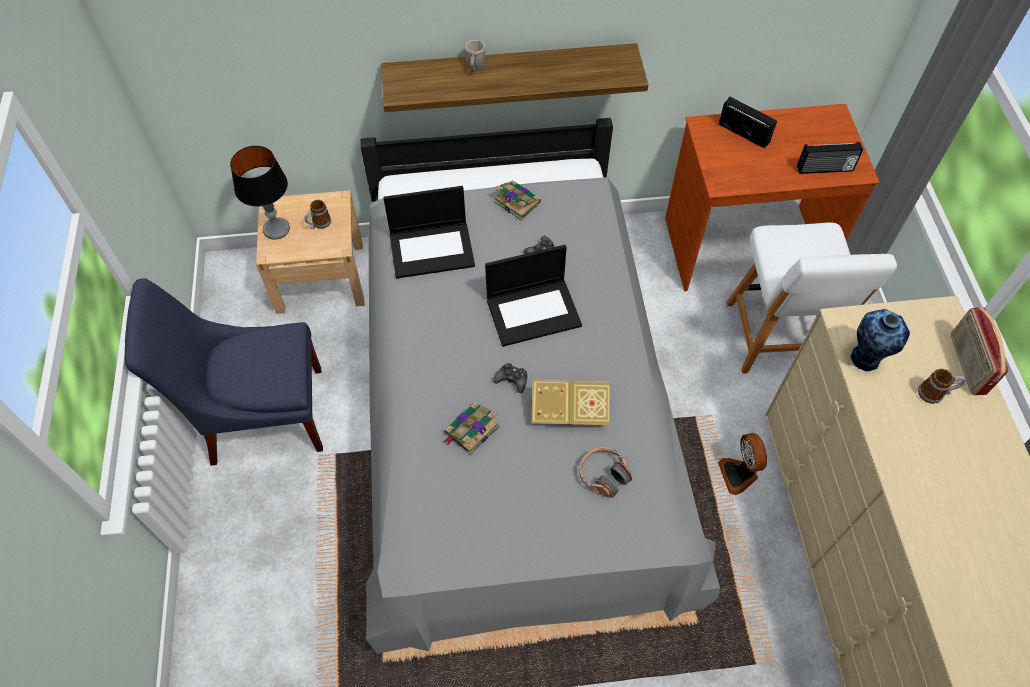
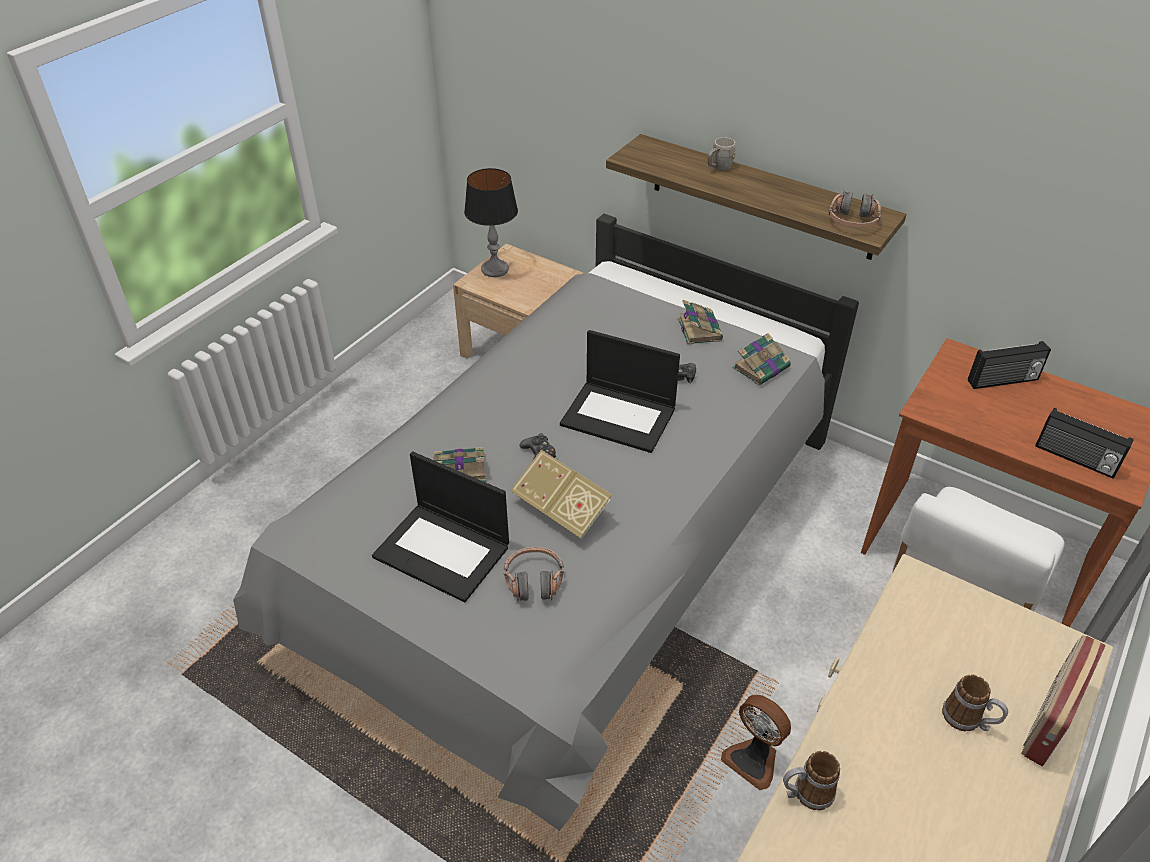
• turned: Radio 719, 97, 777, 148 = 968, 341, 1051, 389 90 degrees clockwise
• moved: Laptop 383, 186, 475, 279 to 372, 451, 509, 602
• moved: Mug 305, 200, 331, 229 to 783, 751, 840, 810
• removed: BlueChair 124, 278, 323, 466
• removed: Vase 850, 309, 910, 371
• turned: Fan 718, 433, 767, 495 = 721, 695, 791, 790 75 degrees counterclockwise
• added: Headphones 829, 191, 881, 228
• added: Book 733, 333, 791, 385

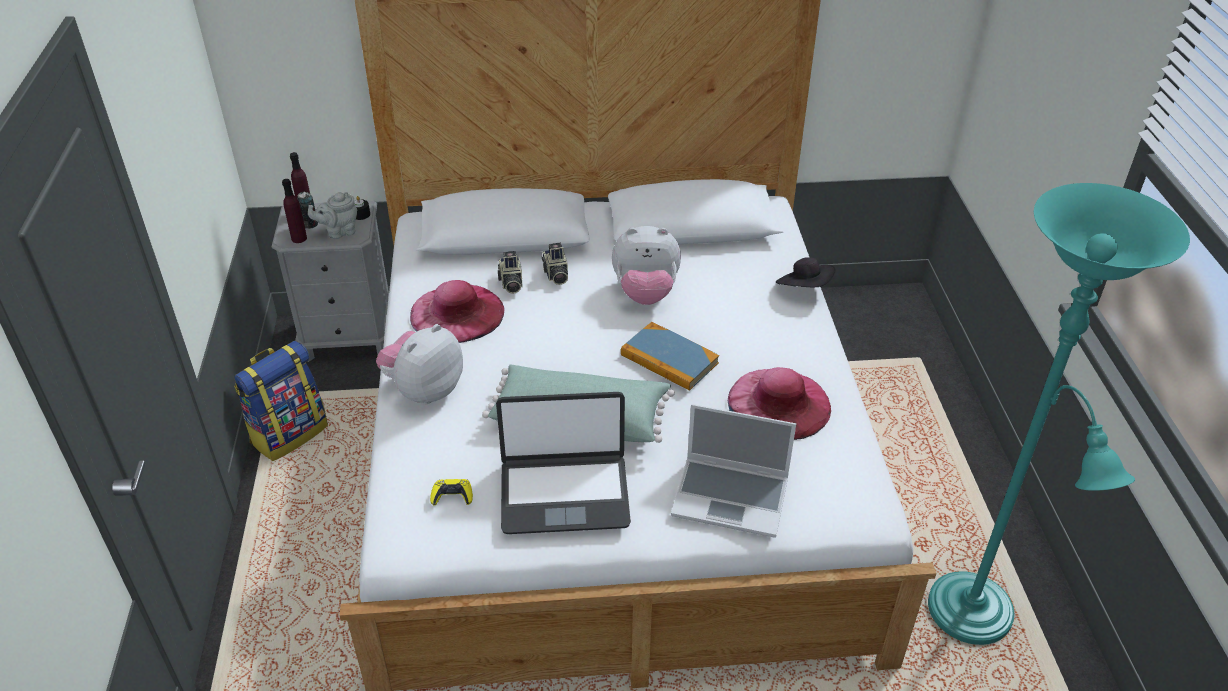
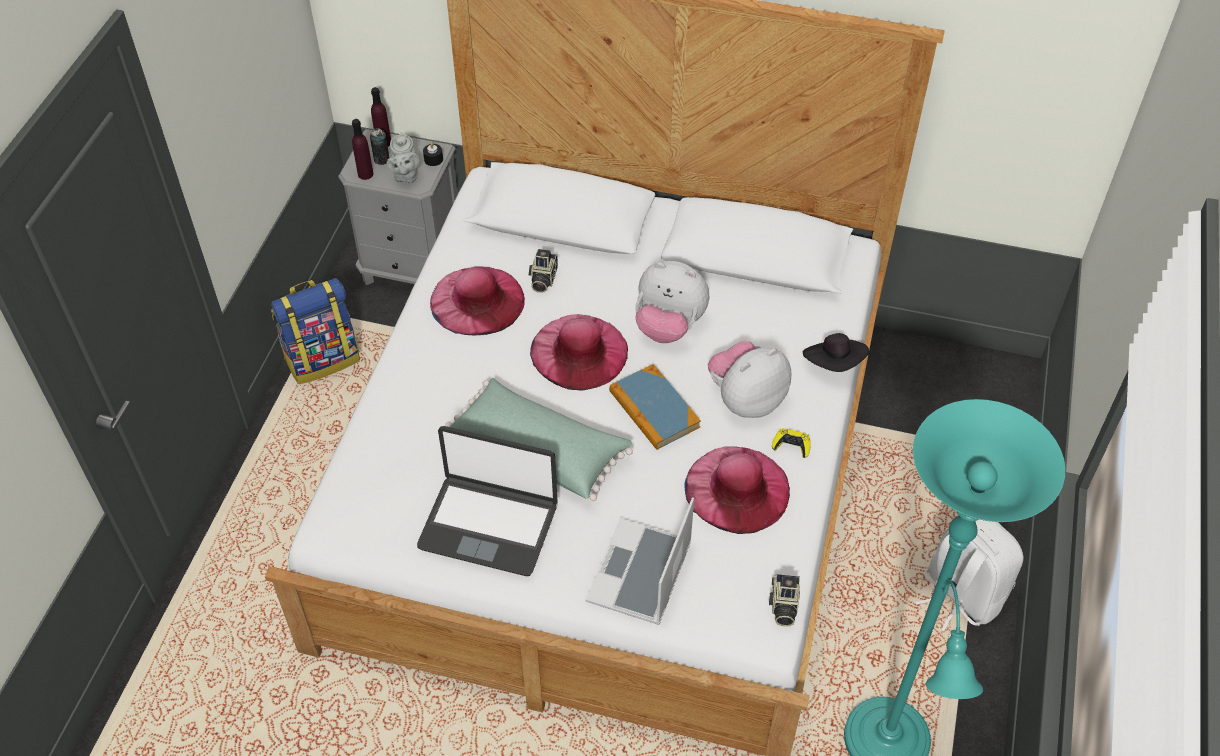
• turned: GreyTeapot 308, 192, 357, 239 = 387, 132, 419, 184 90 degrees counterclockwise
• moved: PhotoCamera 542, 243, 568, 285 to 769, 574, 800, 627
• moved: PlushToy 376, 324, 463, 404 to 708, 341, 791, 418
• turned: Laptop 671, 404, 796, 538 = 586, 497, 694, 625 75 degrees clockwise
• moved: YellowGameController 430, 479, 473, 506 to 772, 428, 811, 458
• added: PinkHat 530, 314, 628, 390
• added: WhiteBackpack 915, 520, 1023, 631

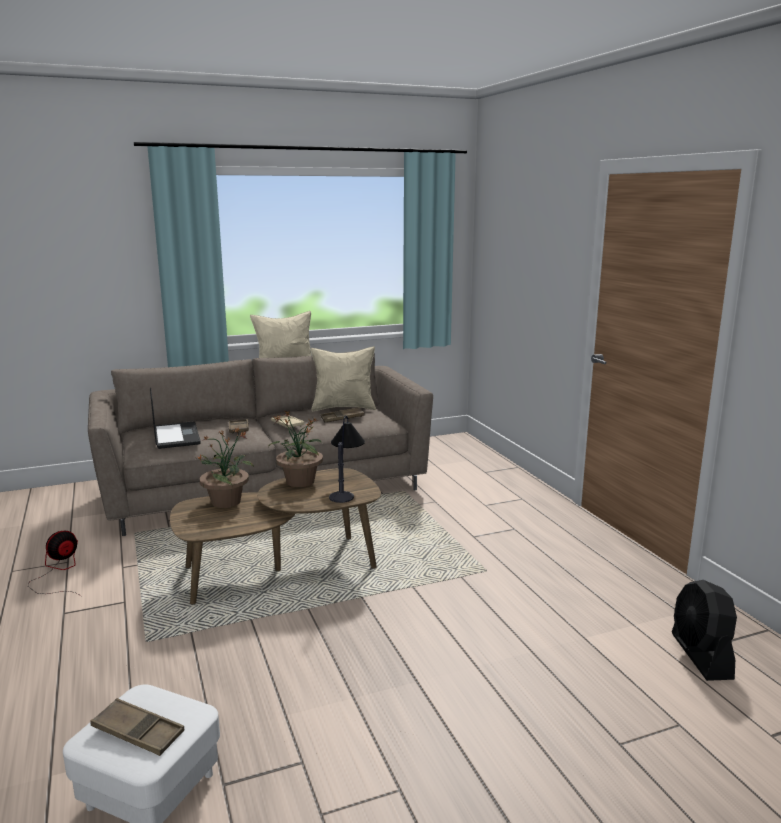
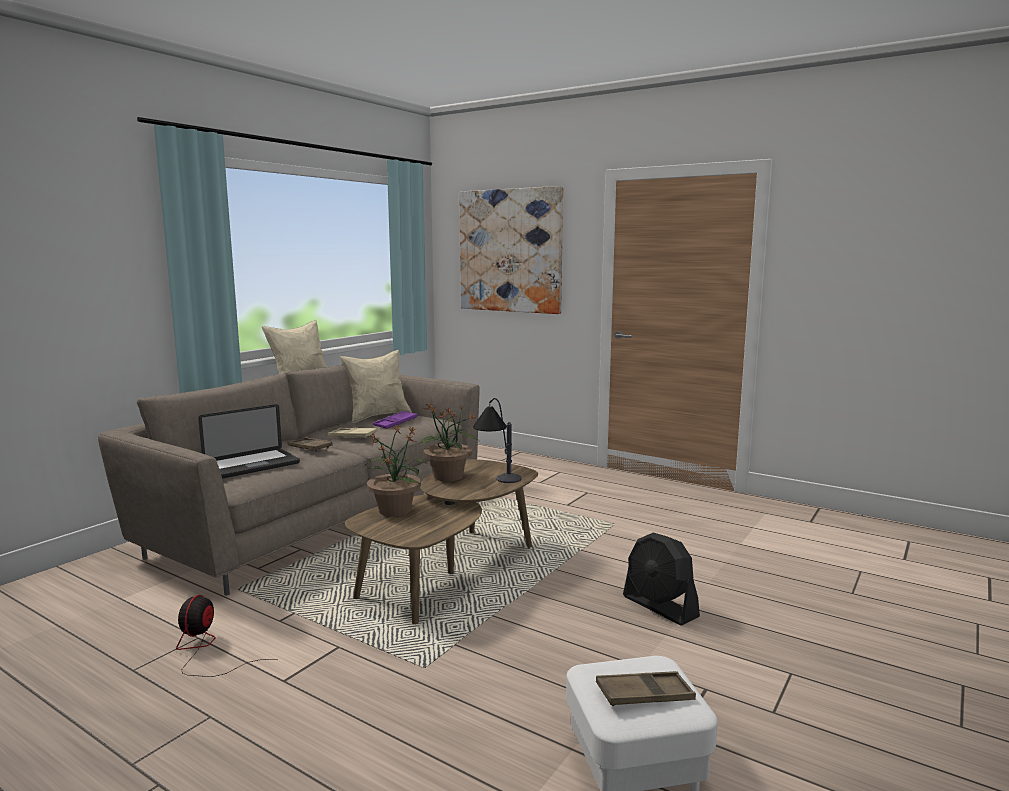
• turned: Laptop 150, 388, 201, 449 = 198, 404, 300, 479 105 degrees clockwise
• recoloured: BrownTray 321, 407, 364, 422 to PurpleTray 373, 411, 418, 429
• moved: BlackFan 672, 580, 737, 681 to 623, 532, 700, 626
• added: Picture 459, 186, 563, 314

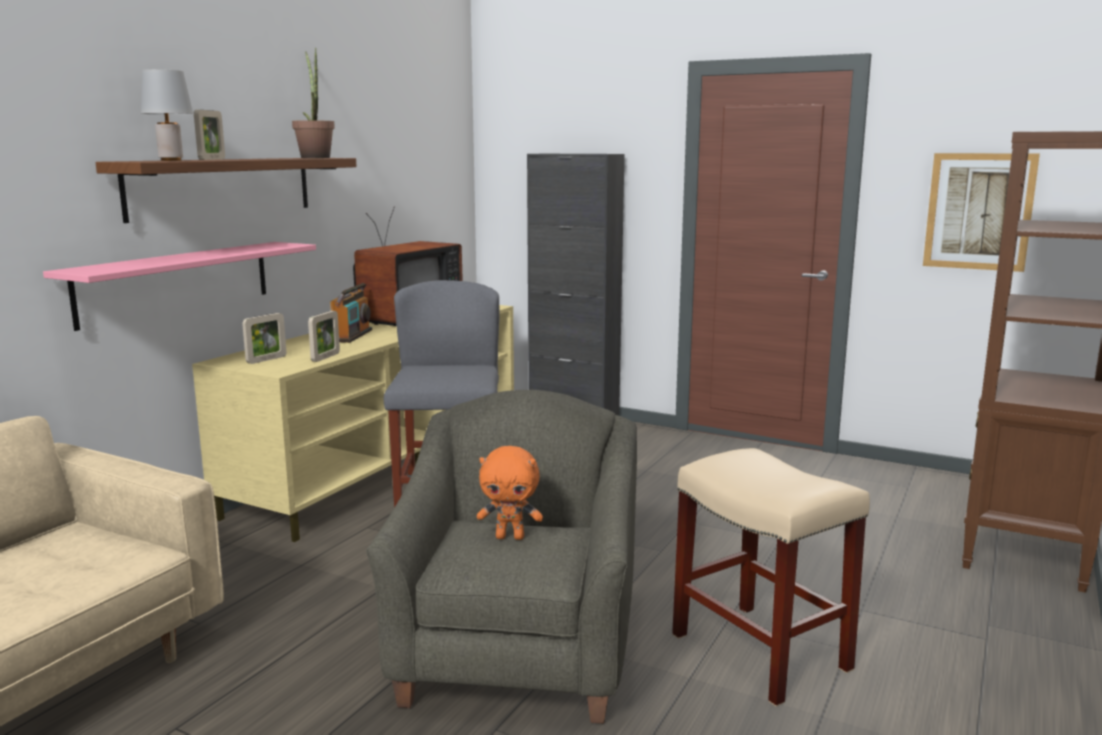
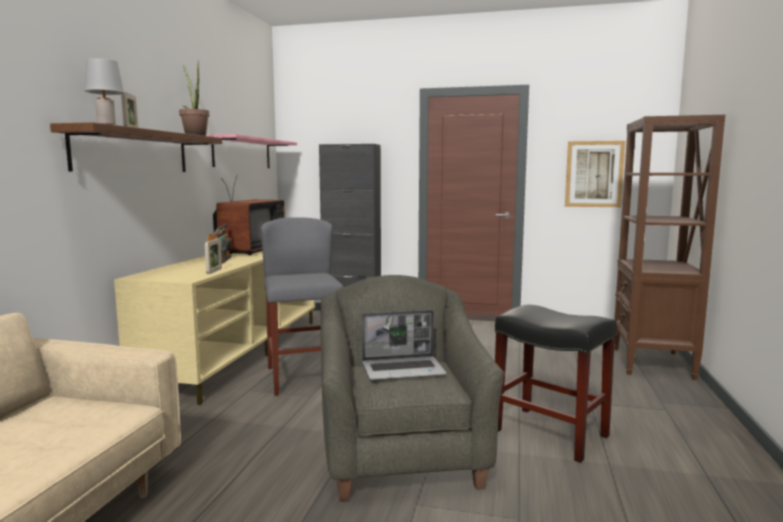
• moved: PinkShelf 43, 242, 316, 331 to 206, 134, 297, 168
• removed: PictureFrame 242, 313, 286, 364
• replaced: OrangePlushToy 477, 446, 543, 540 to Laptop 362, 310, 447, 380
• recoloured: BeigeStool 672, 448, 870, 707 to BlackStool 495, 305, 617, 463

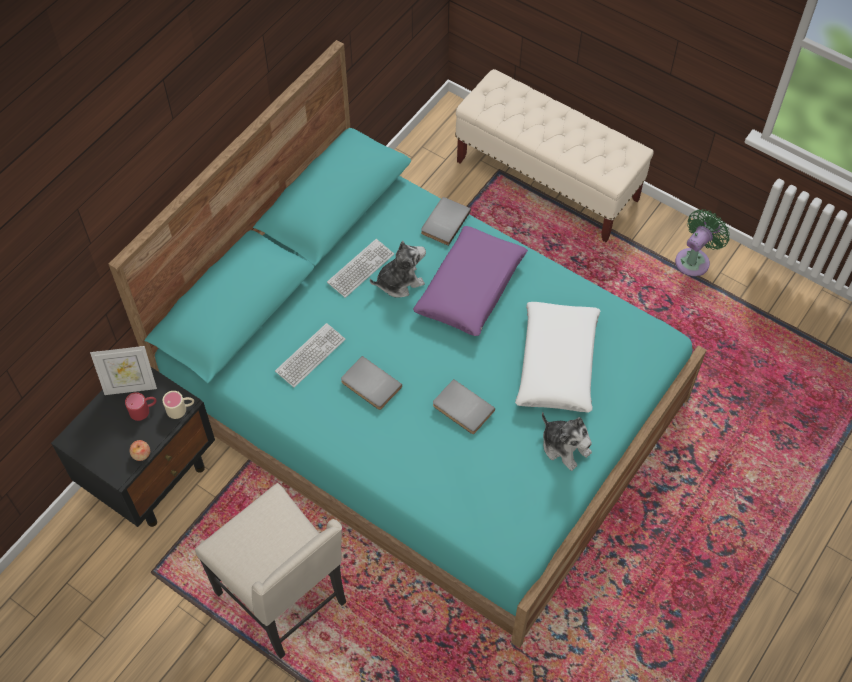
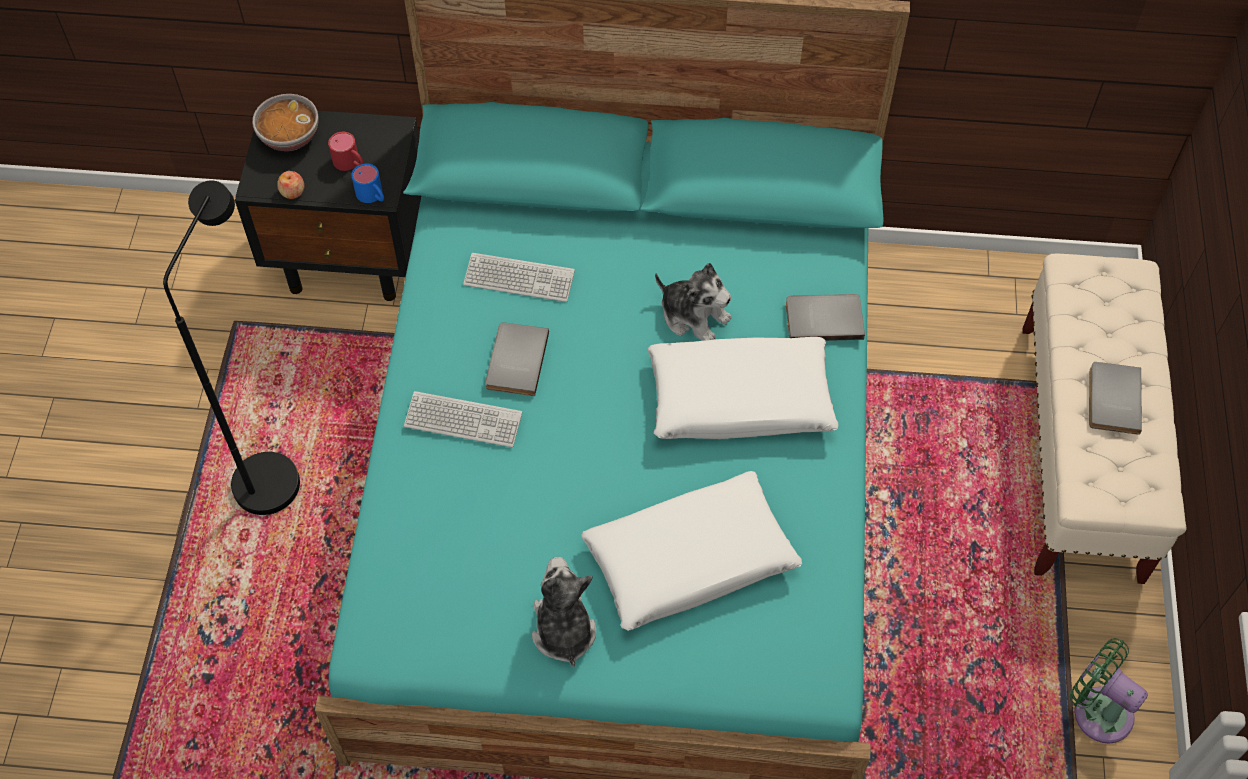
• turned: GreenFan 675, 209, 730, 276 = 1070, 638, 1148, 744 150 degrees counterclockwise
• recoloured: PurplePillow 413, 226, 528, 336 to WhitePillow 648, 337, 839, 439
• moved: Keyboard 327, 239, 394, 298 to 404, 391, 522, 447
• removed: PictureFrame 90, 346, 157, 395
• moved: GreyBook 433, 379, 495, 434 to 1089, 362, 1142, 435
• recoloured: BeigeMug 162, 391, 194, 419 to BlueMug 351, 164, 384, 203
• turned: PlushToy 542, 412, 592, 471 = 532, 557, 596, 667 150 degrees clockwise
• replaced: BeigeChair 195, 483, 346, 659 to BlackFloorLamp 163, 180, 300, 515
• added: Bowl 252, 94, 319, 151

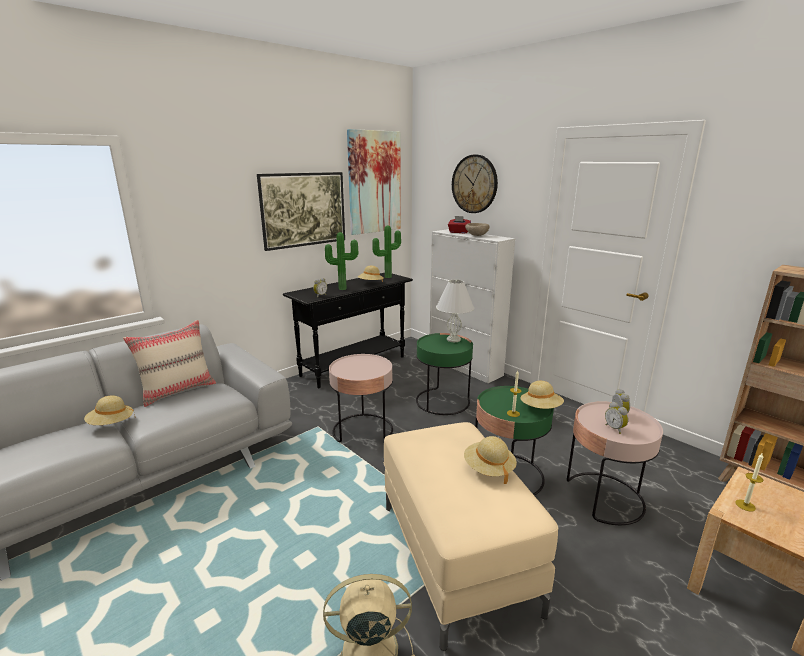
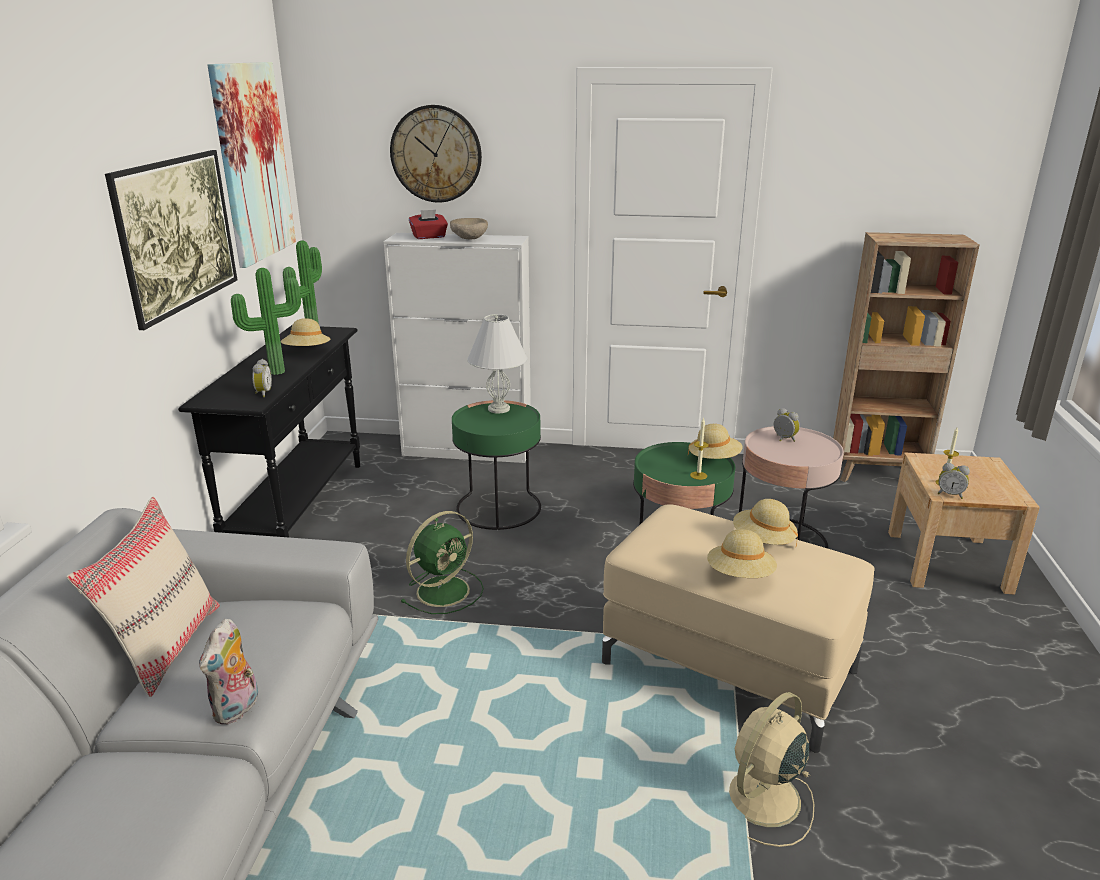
• replaced: PinkSideTable 329, 354, 393, 442 to GreenFan 401, 511, 484, 614
• moved: BeigeHat 84, 395, 135, 425 to 707, 529, 777, 578
• moved: AlarmClock 605, 402, 628, 434 to 938, 463, 970, 499
• added: PlushToy 199, 619, 258, 725

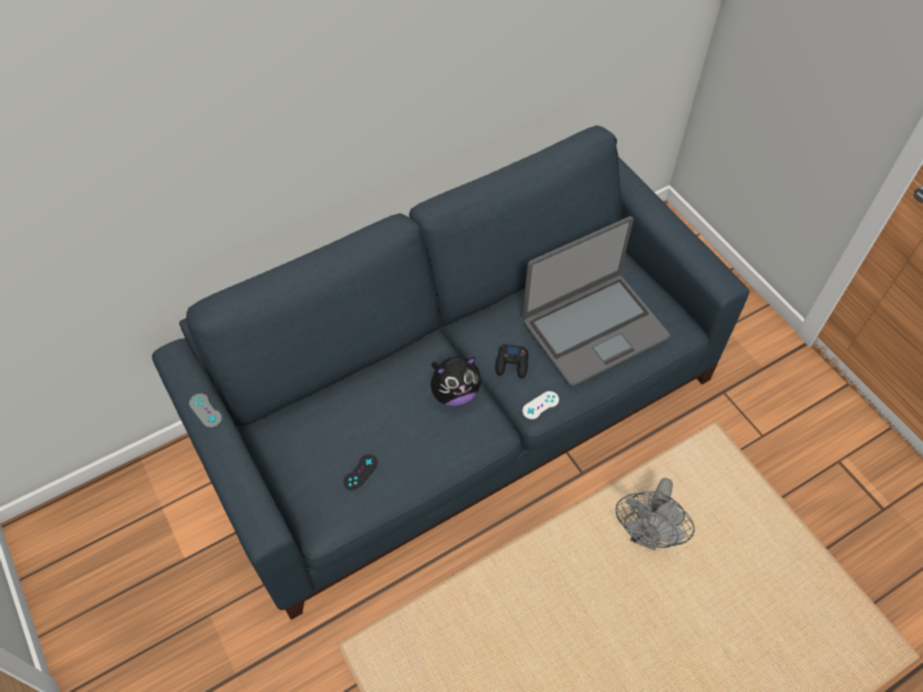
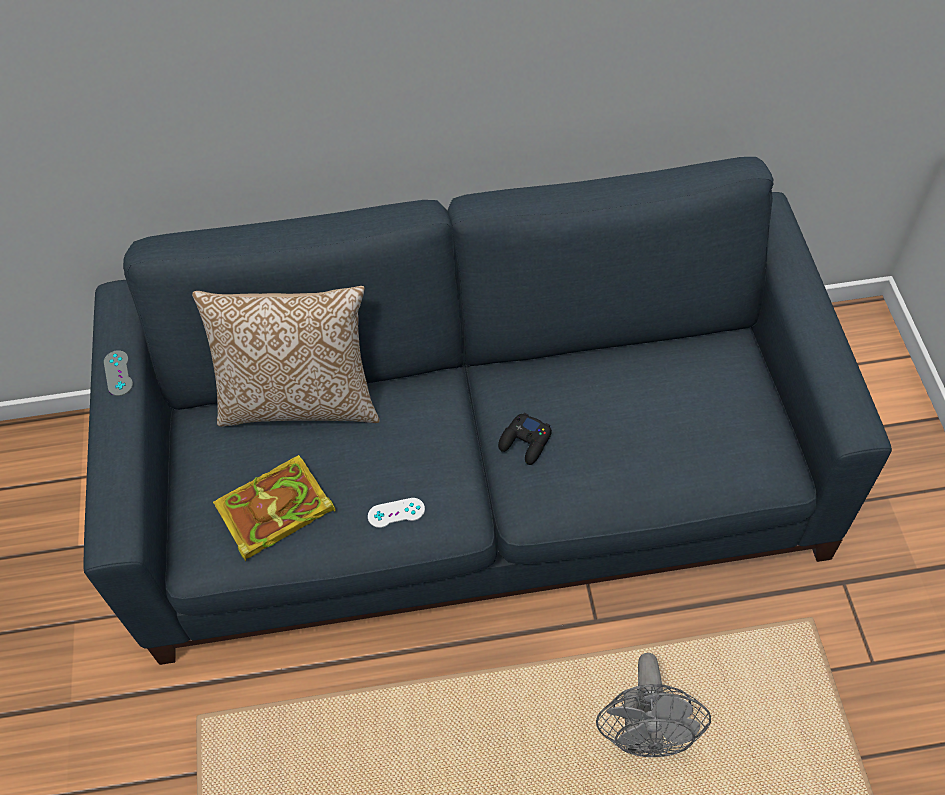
• removed: Laptop 522, 216, 670, 387
• removed: PlushToy 431, 356, 481, 406
• moved: WhiteGameController 522, 391, 559, 419 to 368, 498, 425, 528
• replaced: BlackGameController 343, 454, 378, 491 to Book 213, 455, 336, 561
• turned: GreyFan 616, 478, 695, 551 = 596, 653, 711, 757 45 degrees counterclockwise
• added: Pillow 192, 286, 380, 427

